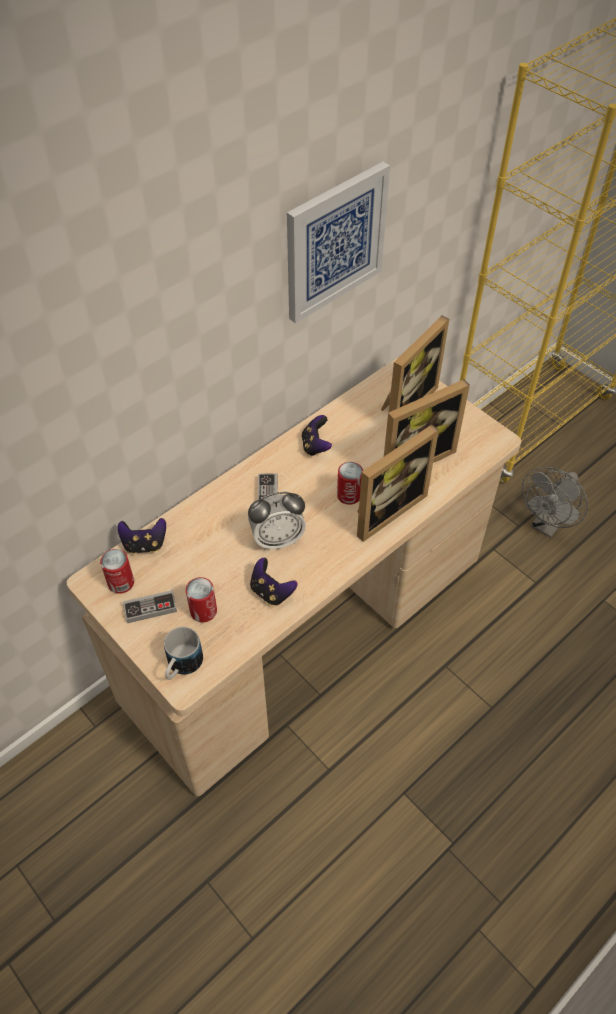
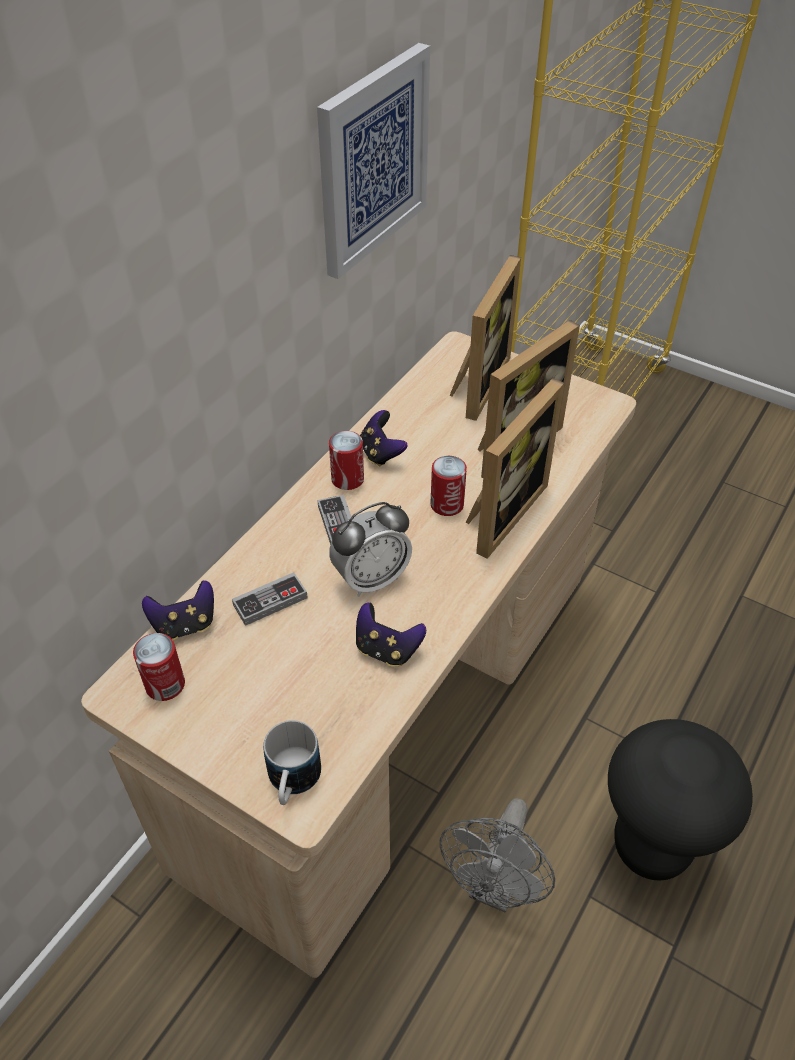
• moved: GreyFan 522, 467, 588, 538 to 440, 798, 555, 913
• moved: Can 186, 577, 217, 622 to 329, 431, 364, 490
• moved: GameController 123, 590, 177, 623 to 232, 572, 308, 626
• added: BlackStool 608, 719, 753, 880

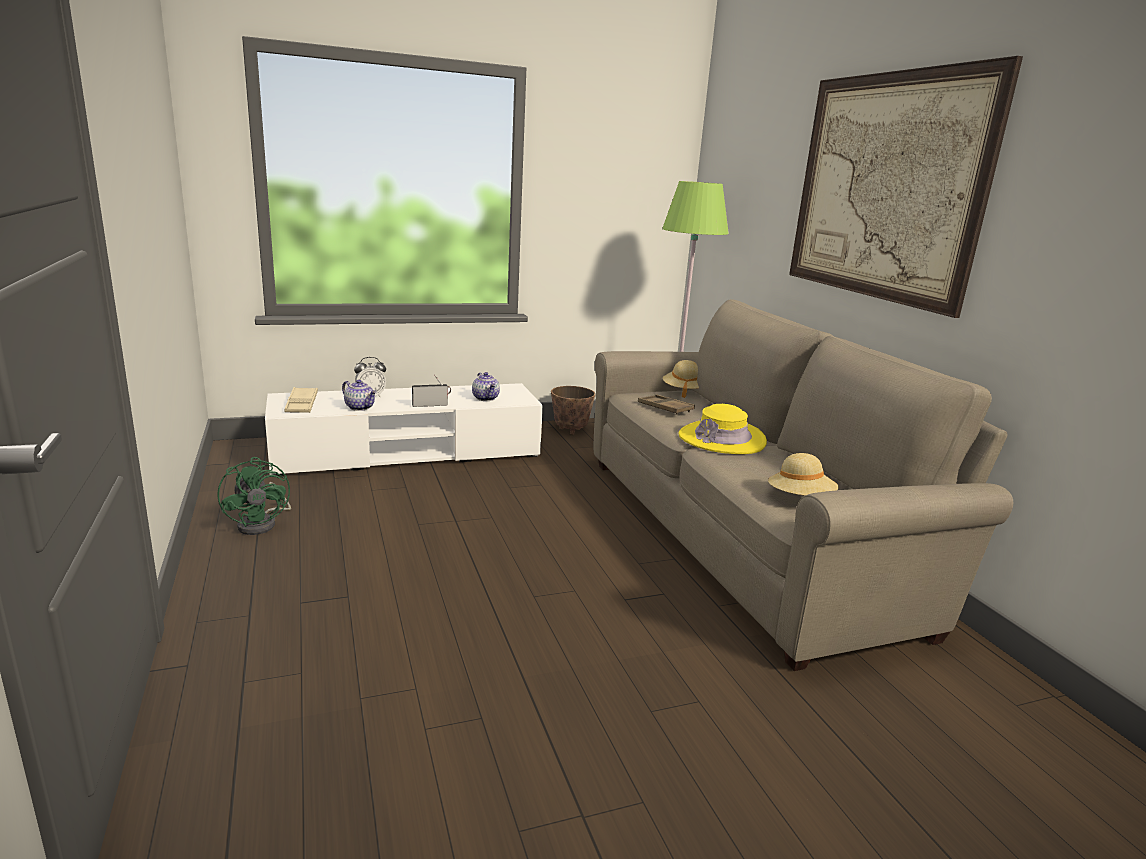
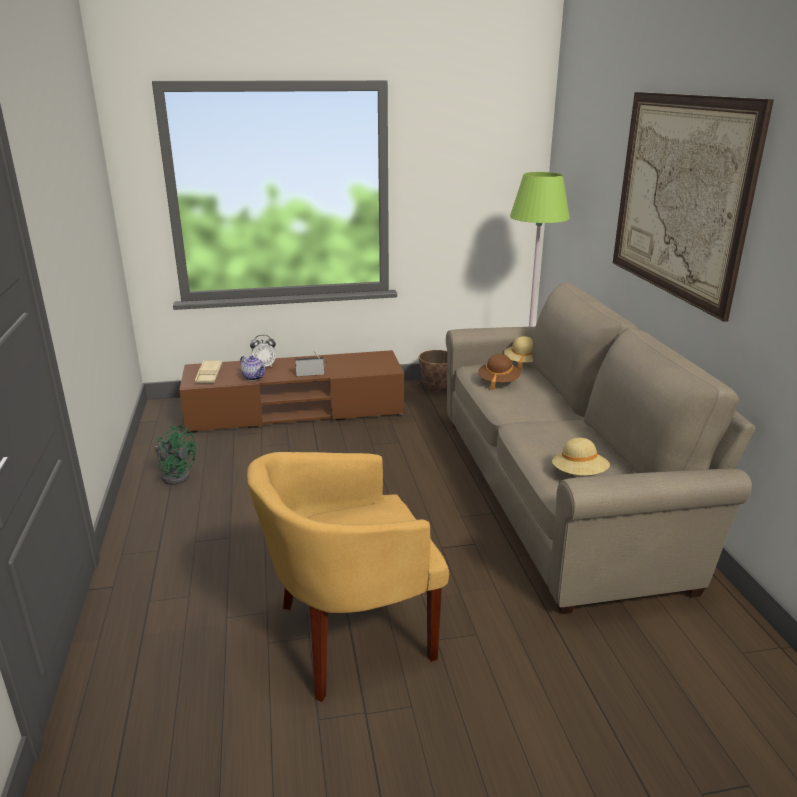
• removed: Teapot 472, 372, 500, 401
• recoloured: WhiteTvStand 265, 383, 543, 476 to BrownTvStand 179, 350, 404, 433
• replaced: BrownTray 638, 394, 695, 415 to BrownHat 478, 354, 521, 390
• removed: YellowHat 679, 404, 767, 454
• turned: GreenFan 217, 457, 291, 535 = 154, 425, 196, 485 45 degrees counterclockwise
• added: YellowArmchair 247, 452, 449, 702

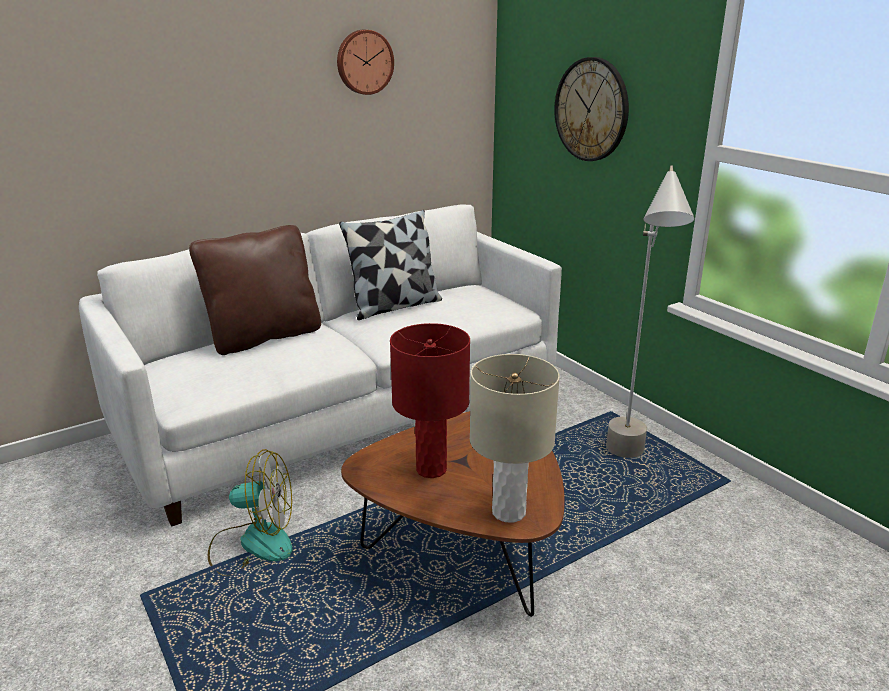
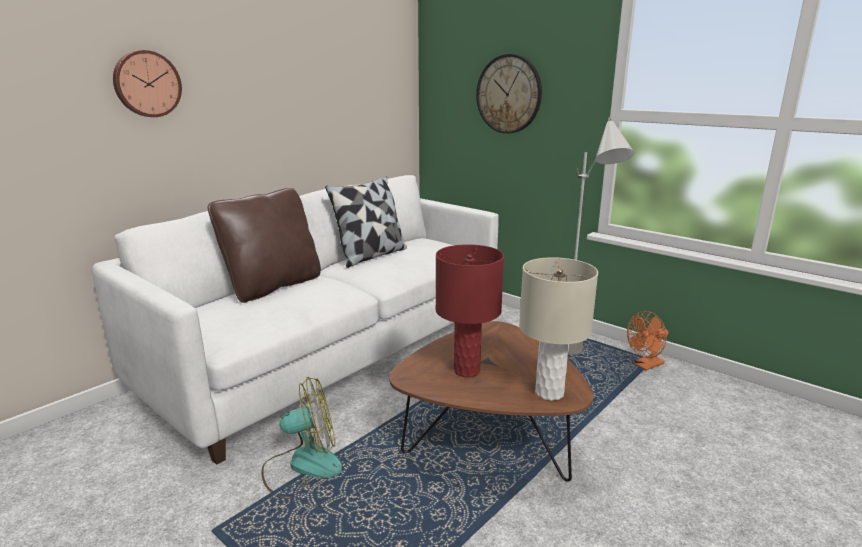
• moved: WallClock 337, 30, 394, 95 to 113, 50, 182, 117
• added: OrangeFan 627, 311, 668, 371

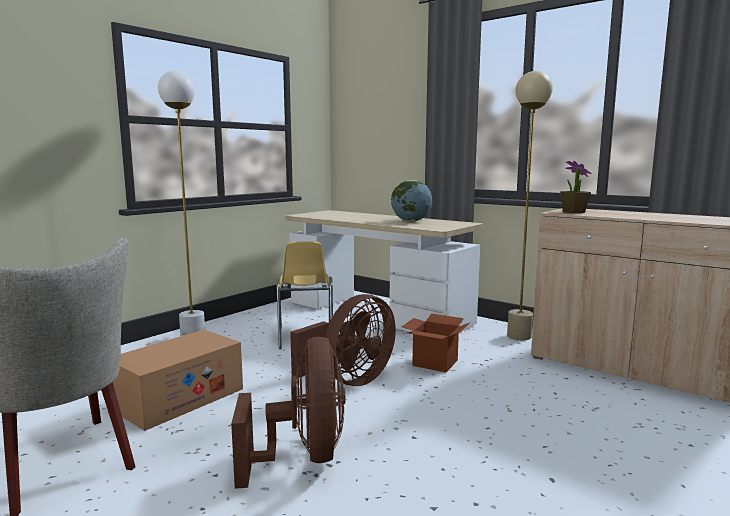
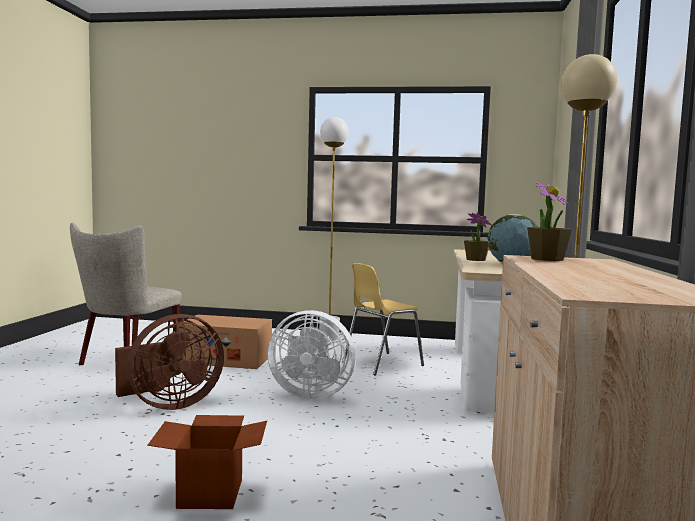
• recoloured: BrownFan 290, 294, 396, 386 to WhiteFan 267, 310, 356, 400
• moved: CardboardBox 401, 314, 469, 373 to 147, 415, 267, 509
• added: PottedPlant 464, 213, 492, 261

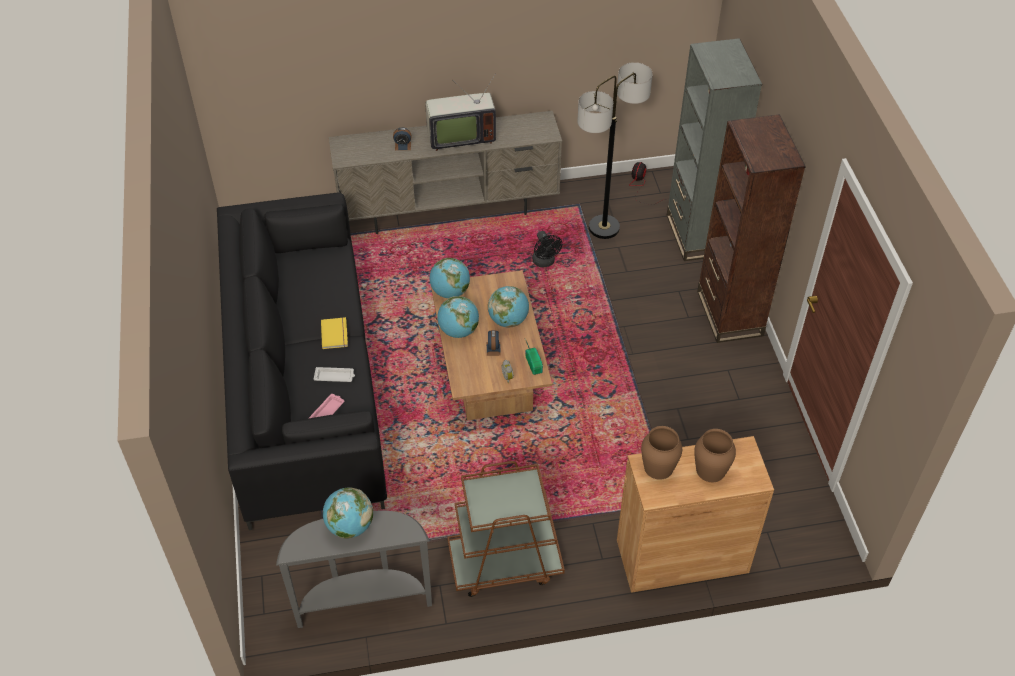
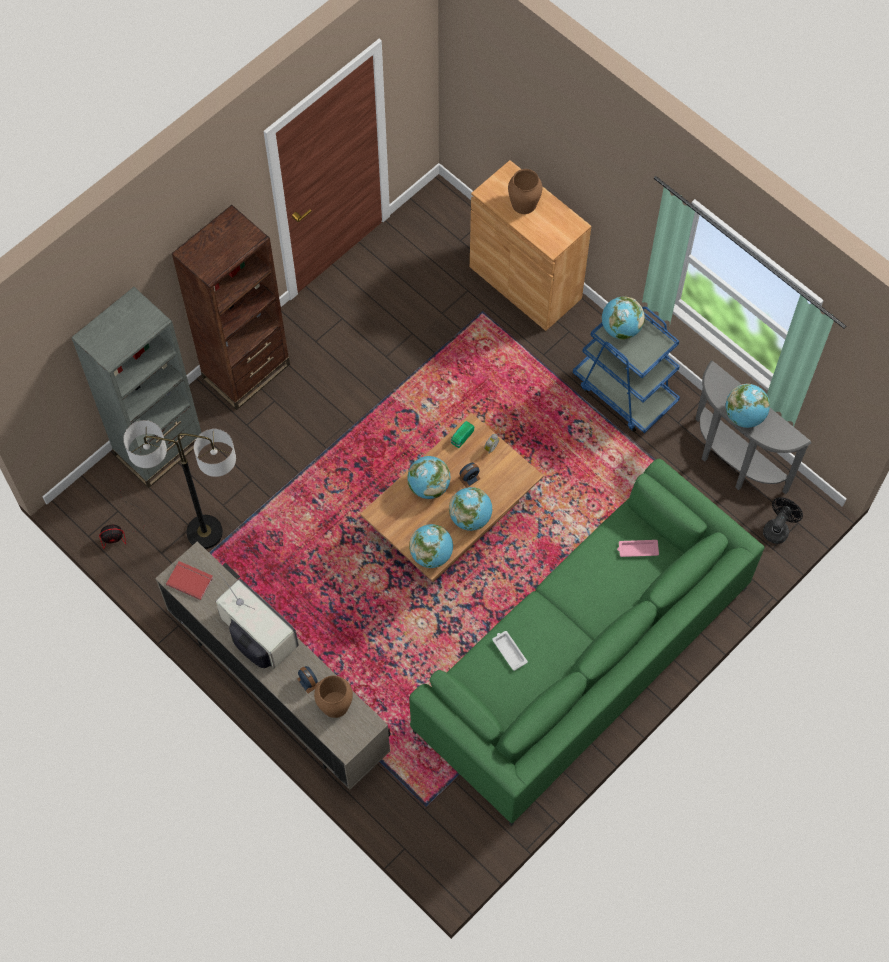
• recoloured: BlackSofa 217, 193, 387, 530 to GreenSofa 409, 459, 764, 826
• moved: BlackFan 532, 231, 562, 267 to 763, 497, 803, 544
• removed: YellowBook 321, 317, 348, 349
• moved: WhiteTray 314, 367, 355, 382 to 492, 631, 528, 671
• moved: BrownVase 641, 426, 682, 480 to 314, 676, 353, 718
• recoloured: BrownCart 447, 461, 565, 597 to BlueCart 573, 307, 680, 433
• added: Globe 602, 296, 645, 340
• added: RedBook 166, 561, 213, 600

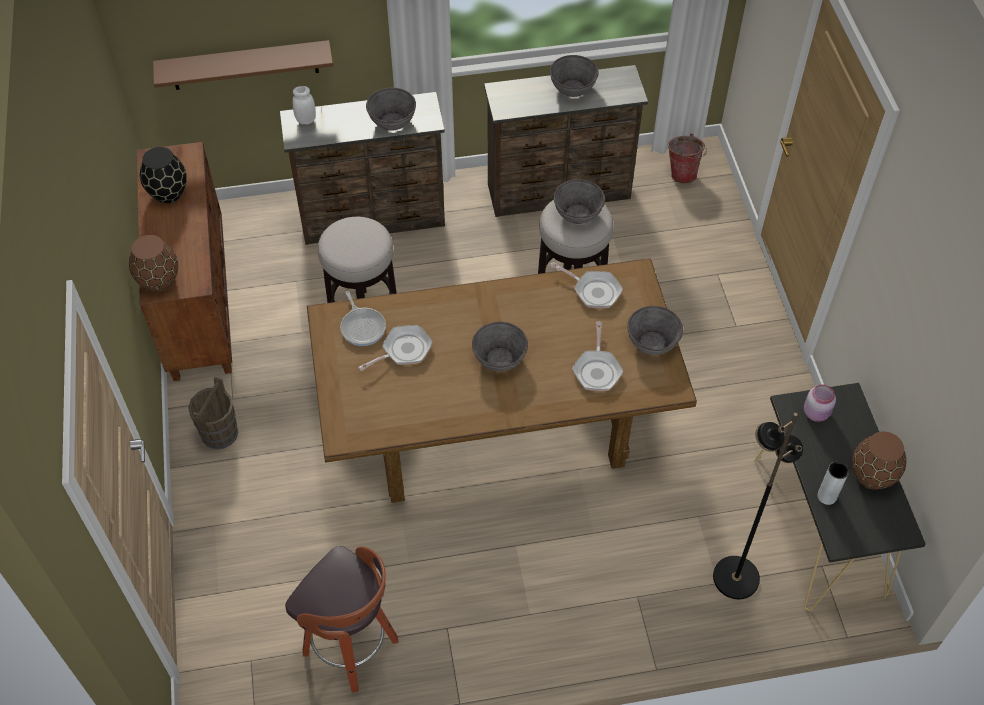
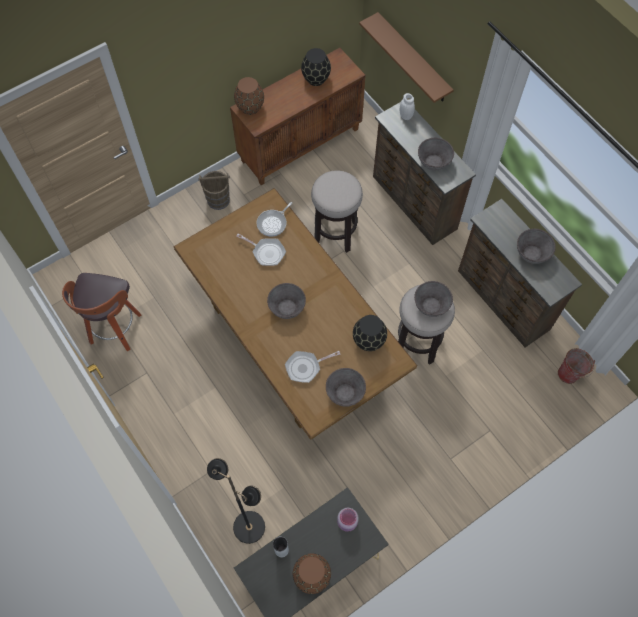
• replaced: FryingPan 550, 262, 623, 308 to BlackVase 353, 315, 387, 351

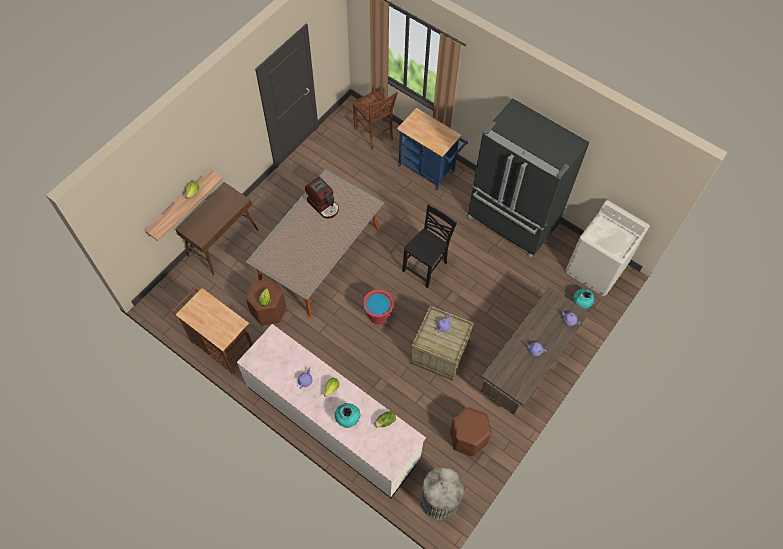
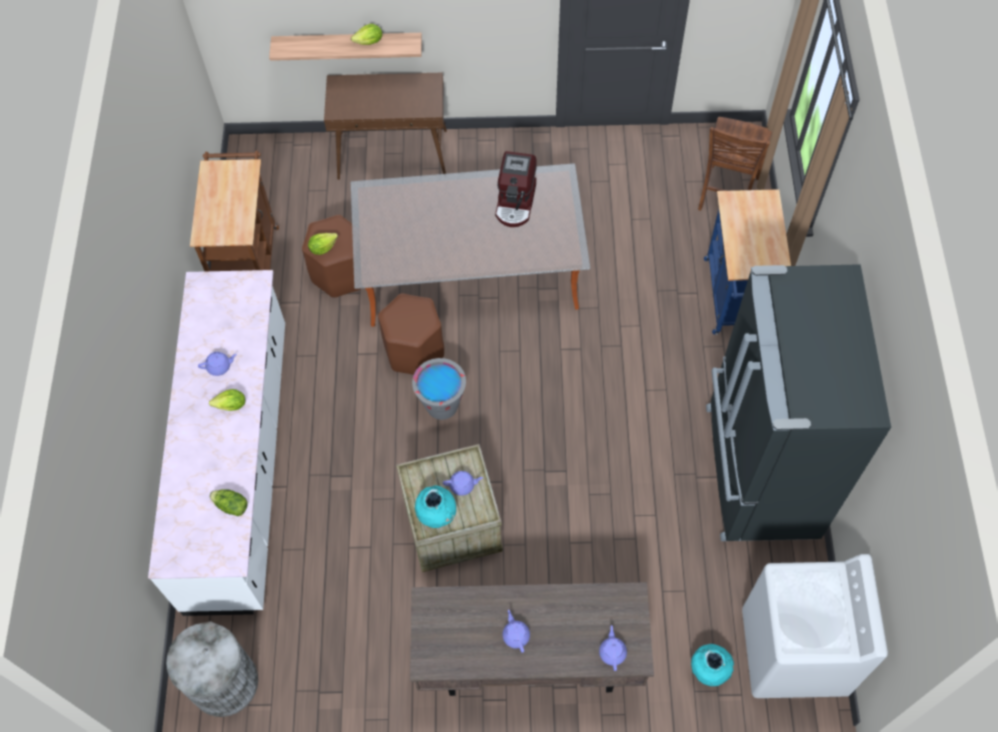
• removed: BlackChair 402, 204, 457, 288
• recoloured: RedBucket 363, 290, 394, 324 to GreyBucket 412, 358, 466, 420
• moved: TurquoiseVase 335, 403, 360, 428 to 415, 485, 456, 528
• moved: BrownStool 450, 407, 492, 456 to 378, 293, 444, 375

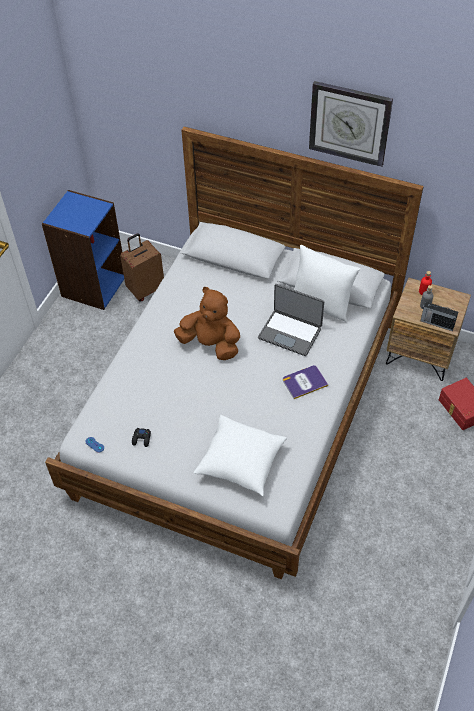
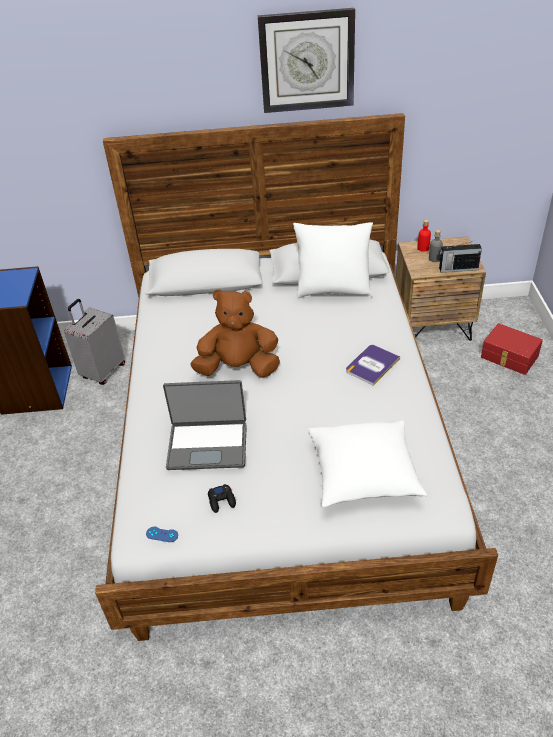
• recoloured: BrownSuitcase 120, 233, 164, 301 to GreySuitcase 64, 299, 125, 385
• moved: Laptop 258, 284, 324, 356 to 163, 380, 247, 470

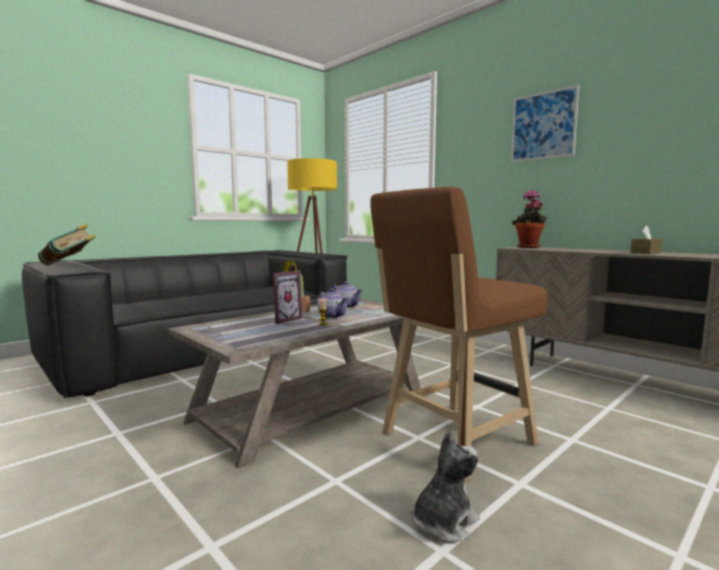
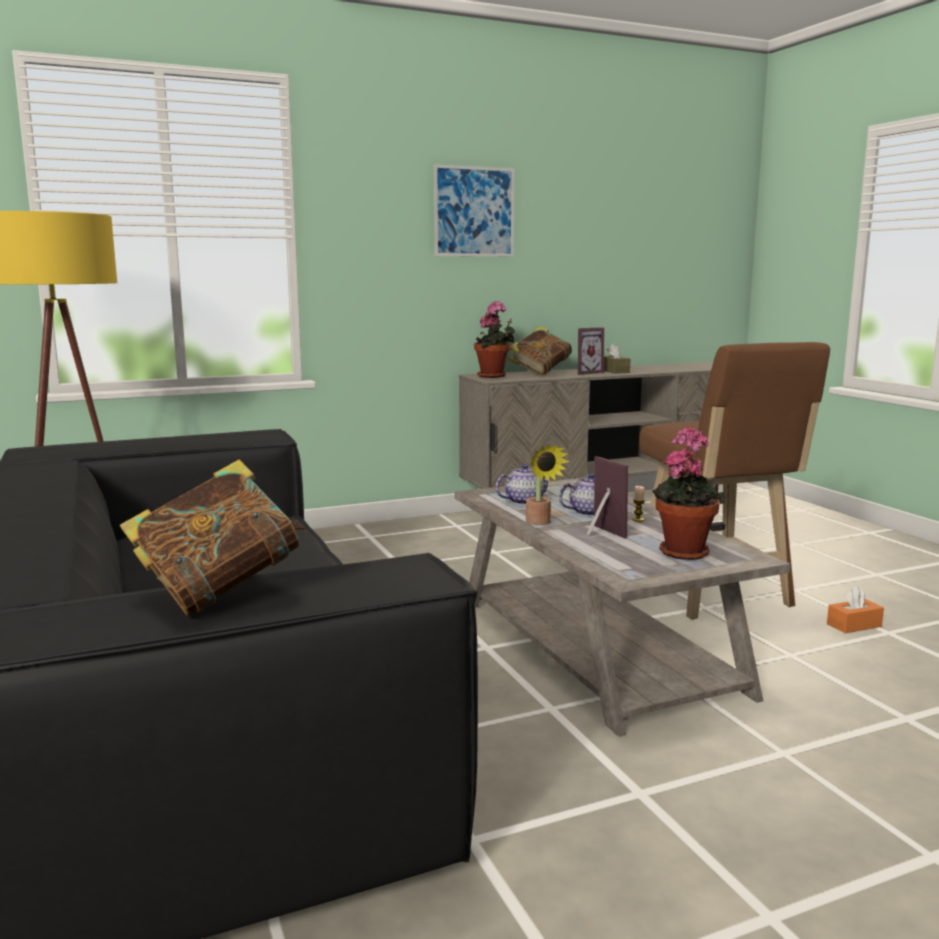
• replaced: PlushToy 411, 431, 480, 543 to OrangeTissueBox 827, 586, 884, 633
• added: Book 509, 326, 572, 376
• added: PictureFrame 578, 327, 604, 375
• added: PottedPlant 652, 427, 726, 560

